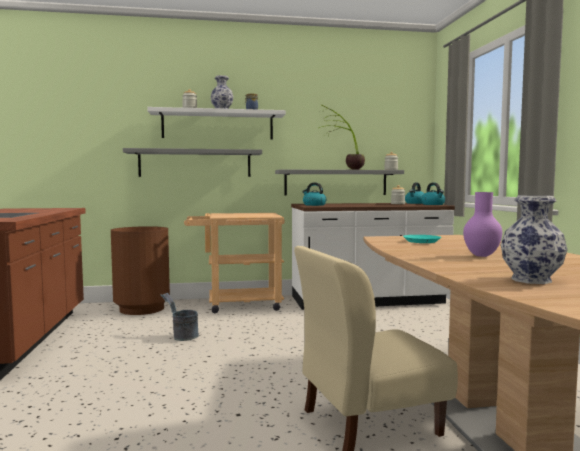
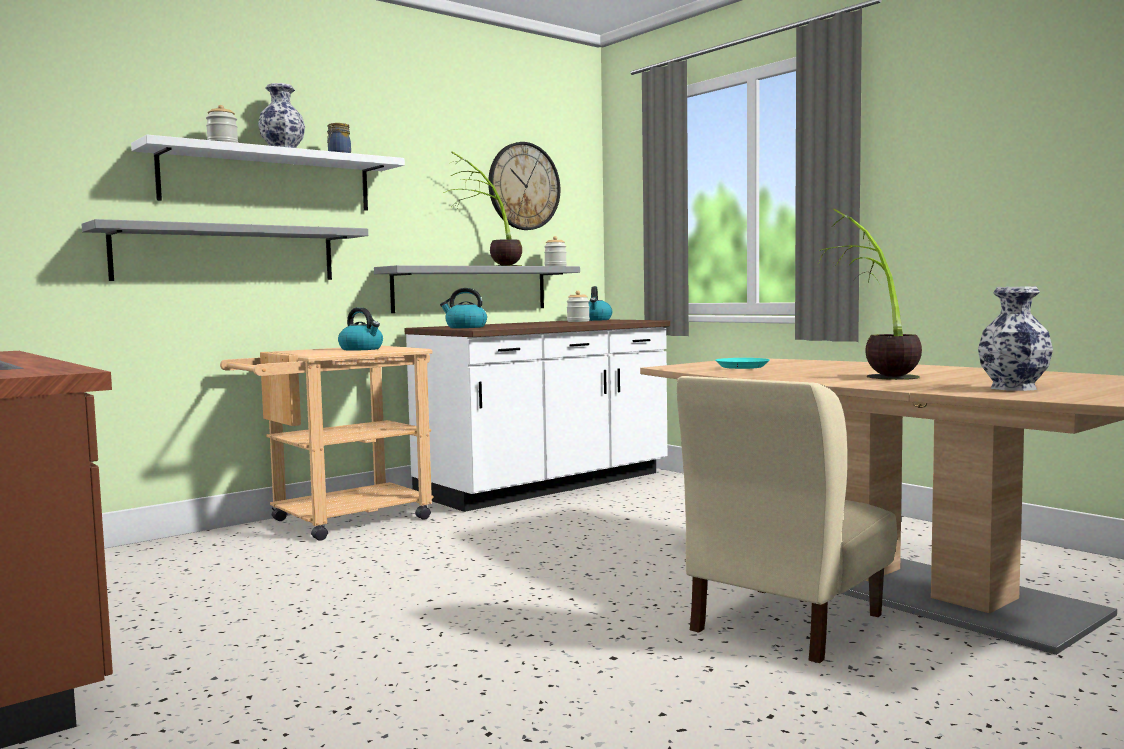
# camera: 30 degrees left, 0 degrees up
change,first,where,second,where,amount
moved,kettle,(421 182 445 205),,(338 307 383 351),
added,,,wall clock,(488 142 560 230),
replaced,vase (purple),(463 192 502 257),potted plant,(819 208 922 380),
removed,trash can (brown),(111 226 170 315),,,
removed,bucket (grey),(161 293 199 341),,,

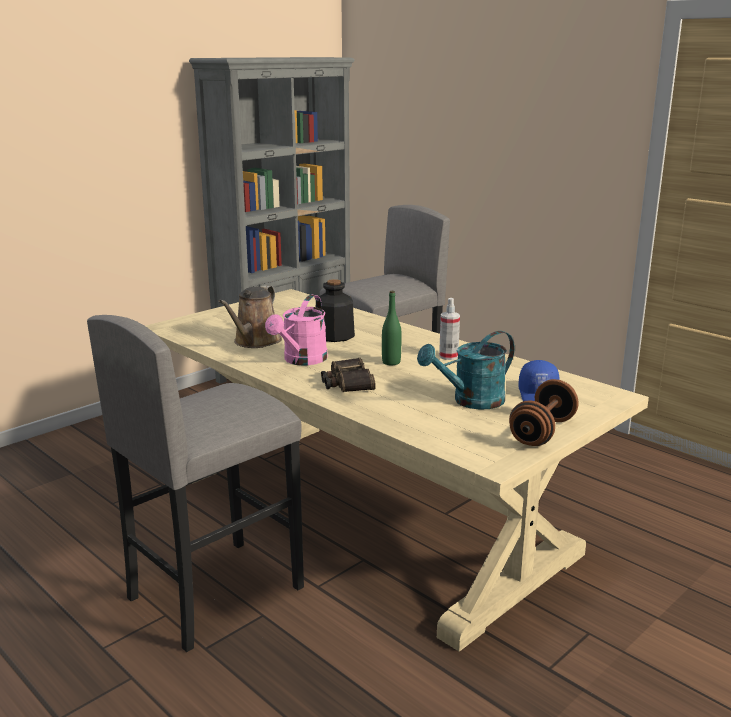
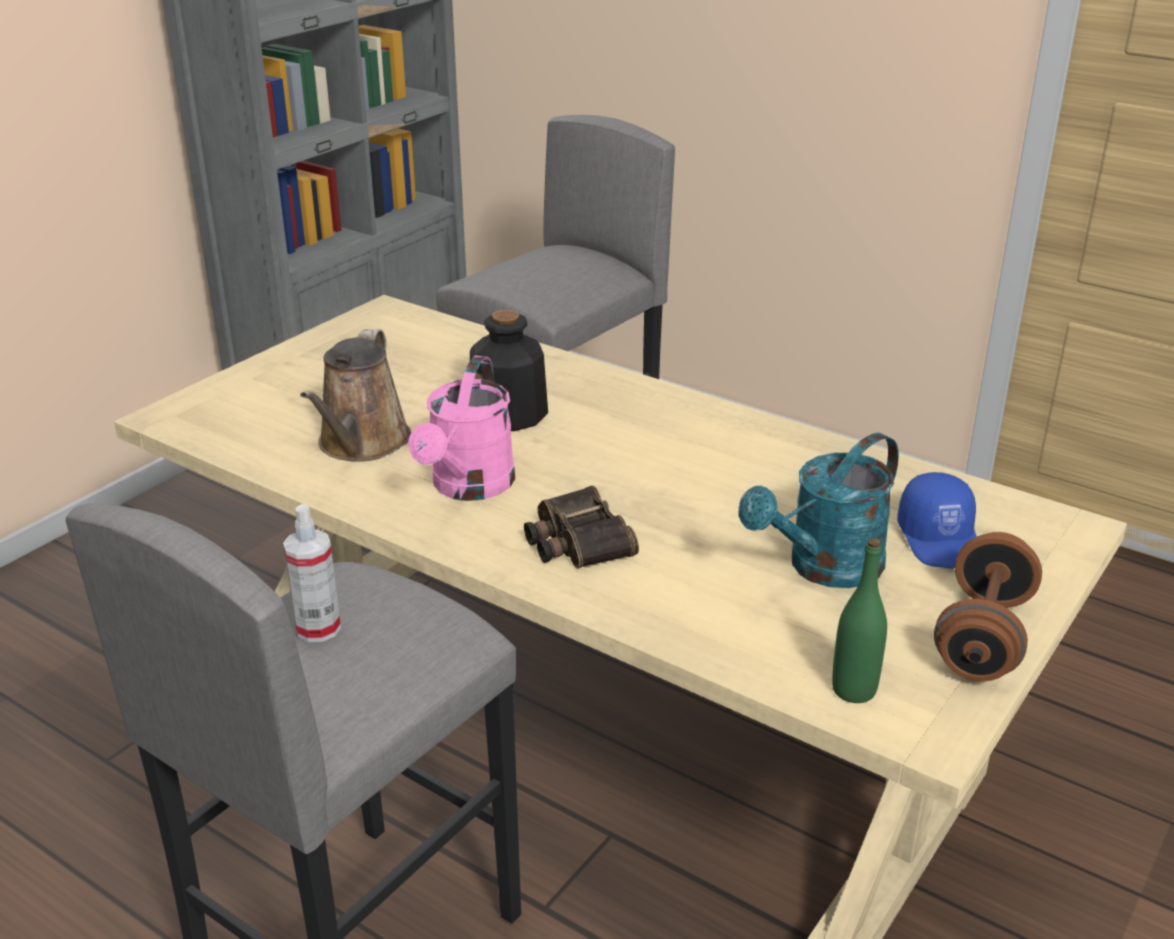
# camera: 10 degrees left, 10 degrees up
change,first,where,second,where,amount
moved,spray bottle,(439 298 460 360),,(283 504 341 642),
moved,bottle (green),(382 291 402 365),,(832 538 887 703),

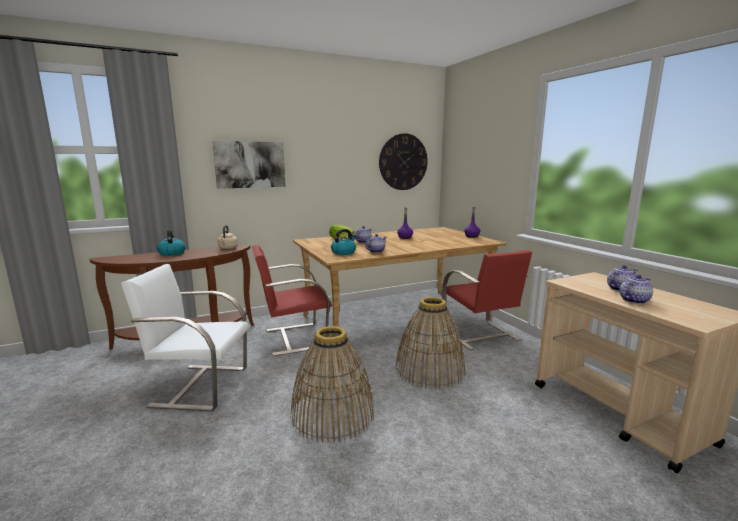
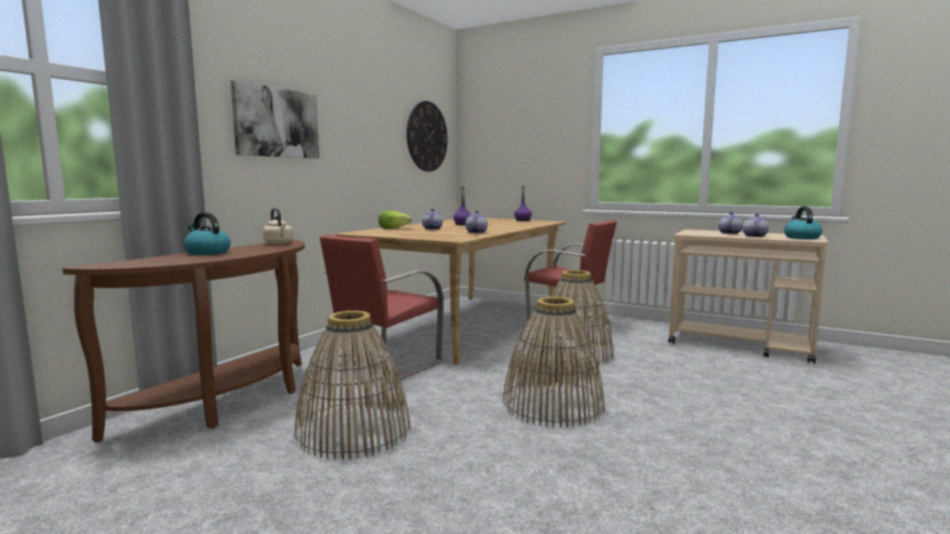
# camera: 35 degrees left, 5 degrees down
change,first,where,second,where,amount
replaced,chair (white),(121 264 249 411),basket,(295 311 410 460),
moved,kettle,(331 229 356 255),,(784 207 822 239),

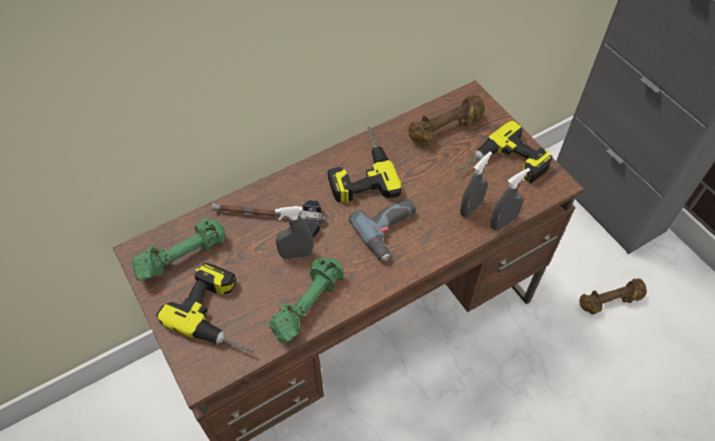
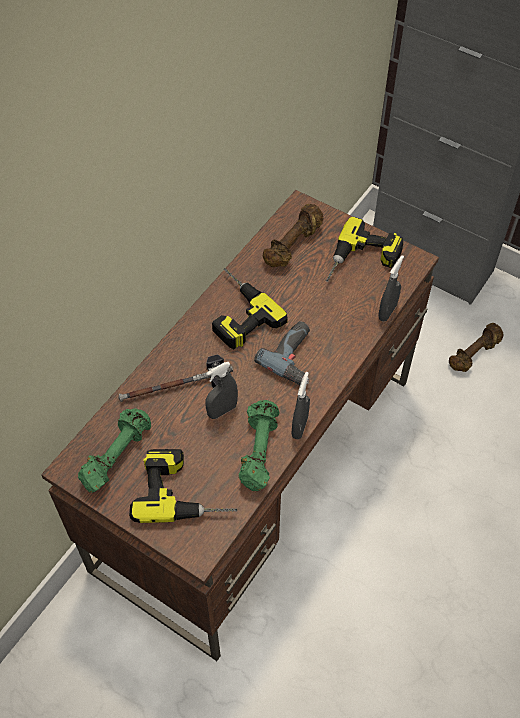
# camera: 25 degrees left, 0 degrees up
change,first,where,second,where,amount
moved,spray bottle (grey),(460 151 492 217),,(291 372 310 439),

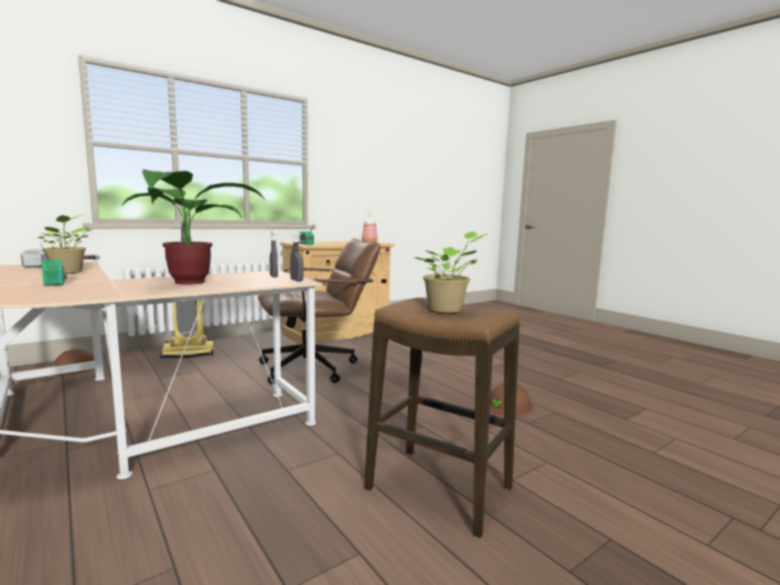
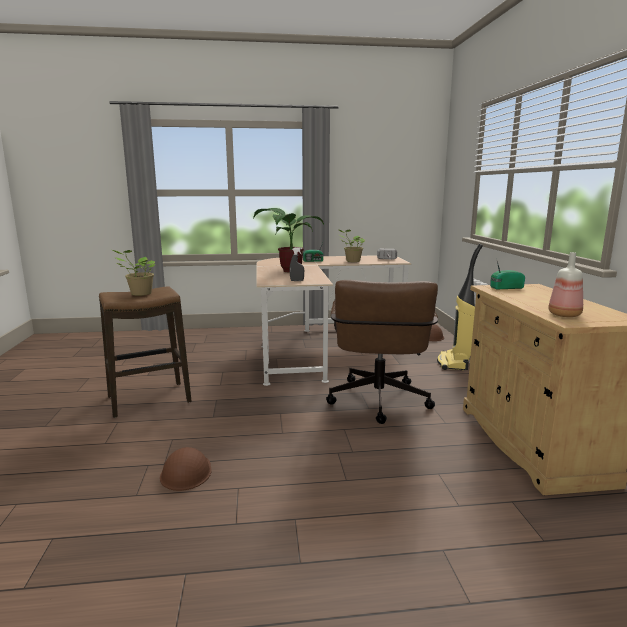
# camera: 120 degrees right, 5 degrees up
change,first,where,second,where,amount
removed,spray bottle (grey),(290 232 304 281),,,

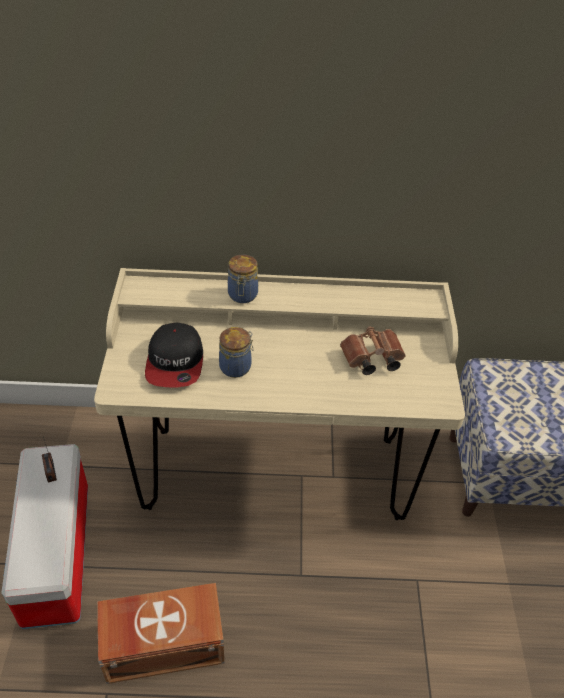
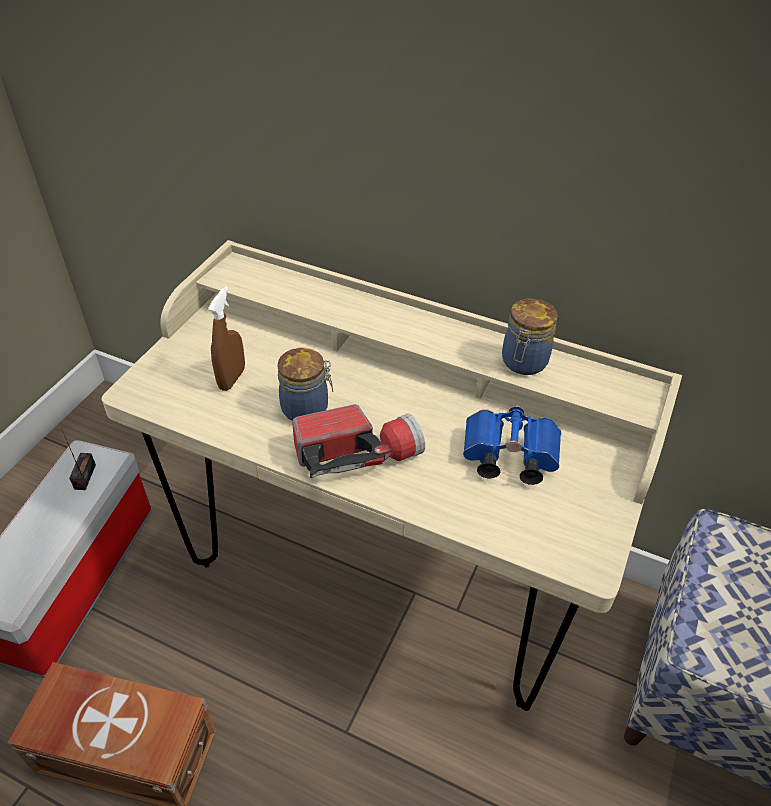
# camera: 25 degrees right, 0 degrees up
change,first,where,second,where,amount
replaced,cap,(145 323 203 387),spray bottle (brown),(208 286 245 391),
added,,,flashlight,(292 404 425 478),
recoloured,binoculars (brown),(340 326 405 375),binoculars (blue),(463 405 561 485),
moved,jar,(228 255 258 303),,(502 298 558 375),

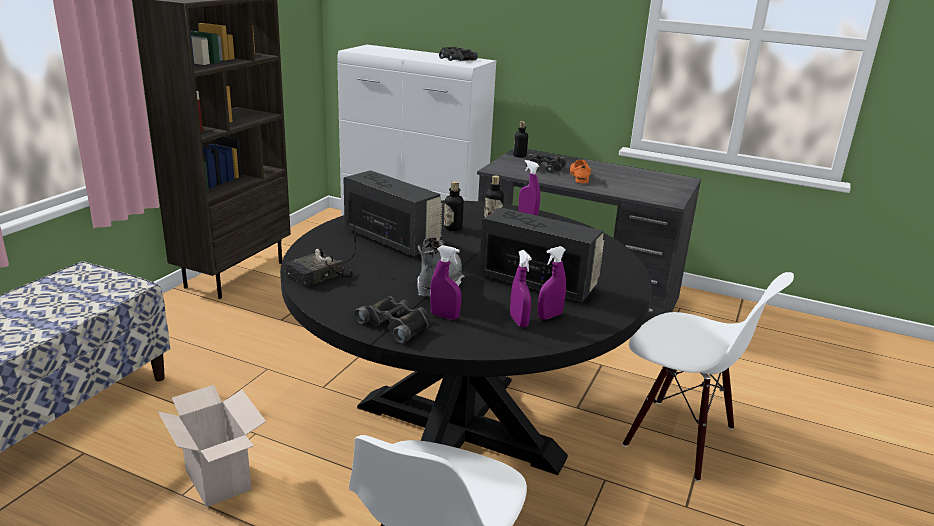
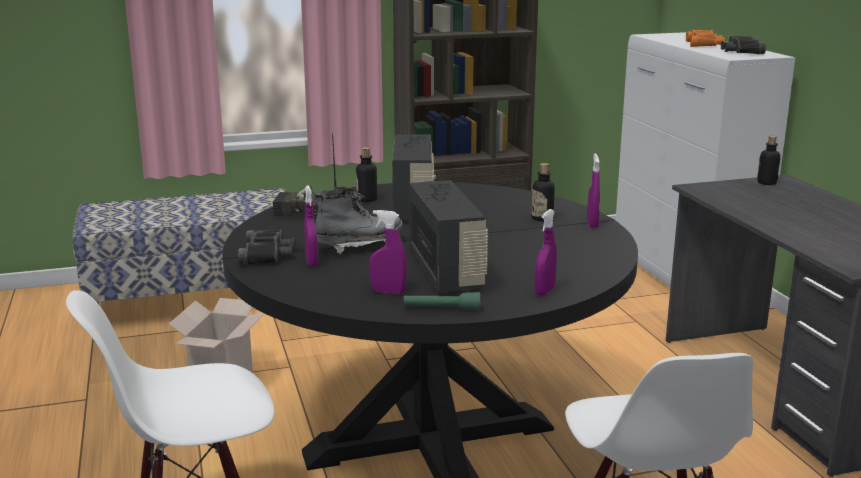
# camera: 50 degrees right, 5 degrees down
change,first,where,second,where,amount
moved,bottle,(444 181 464 231),,(356 147 377 202),
added,,,flashlight (green),(404 292 480 310),
moved,spray bottle (purple),(510 250 532 327),,(535 209 557 296),
added,,,binoculars (orange),(686 30 725 47),
removed,binoculars (black),(526 154 566 173),,,
removed,shoe (orange),(569 160 591 183),,,

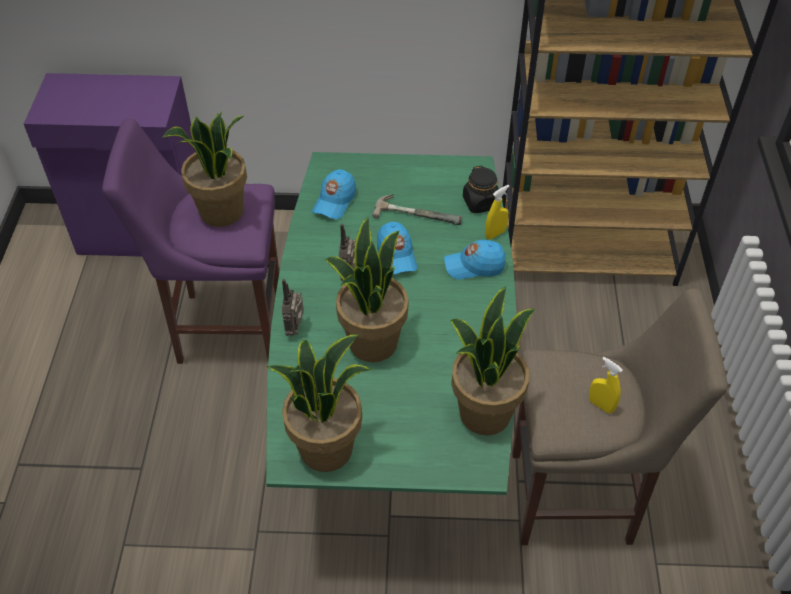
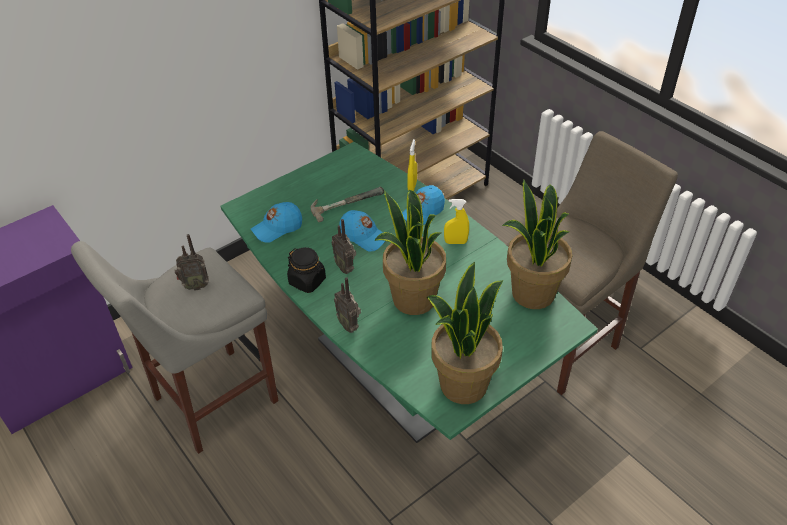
# camera: 40 degrees left, 5 degrees down
change,first,where,second,where,amount
recoloured,stool (purple),(102 118 279 364),stool (grey),(71 241 279 454),
replaced,potted plant,(162 111 247 227),radio,(175 234 209 291),
turned,cap (blue),(312 169 356 219),,(251 202 302 243),75 degrees clockwise
moved,jar (black),(463 165 499 213),,(287 247 326 293),
moved,spray bottle (yellow),(589 357 623 413),,(444 199 469 244),

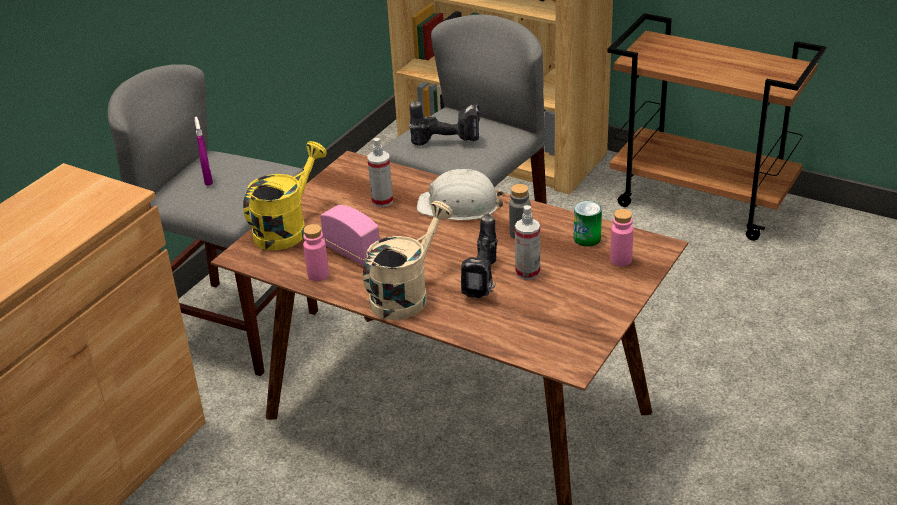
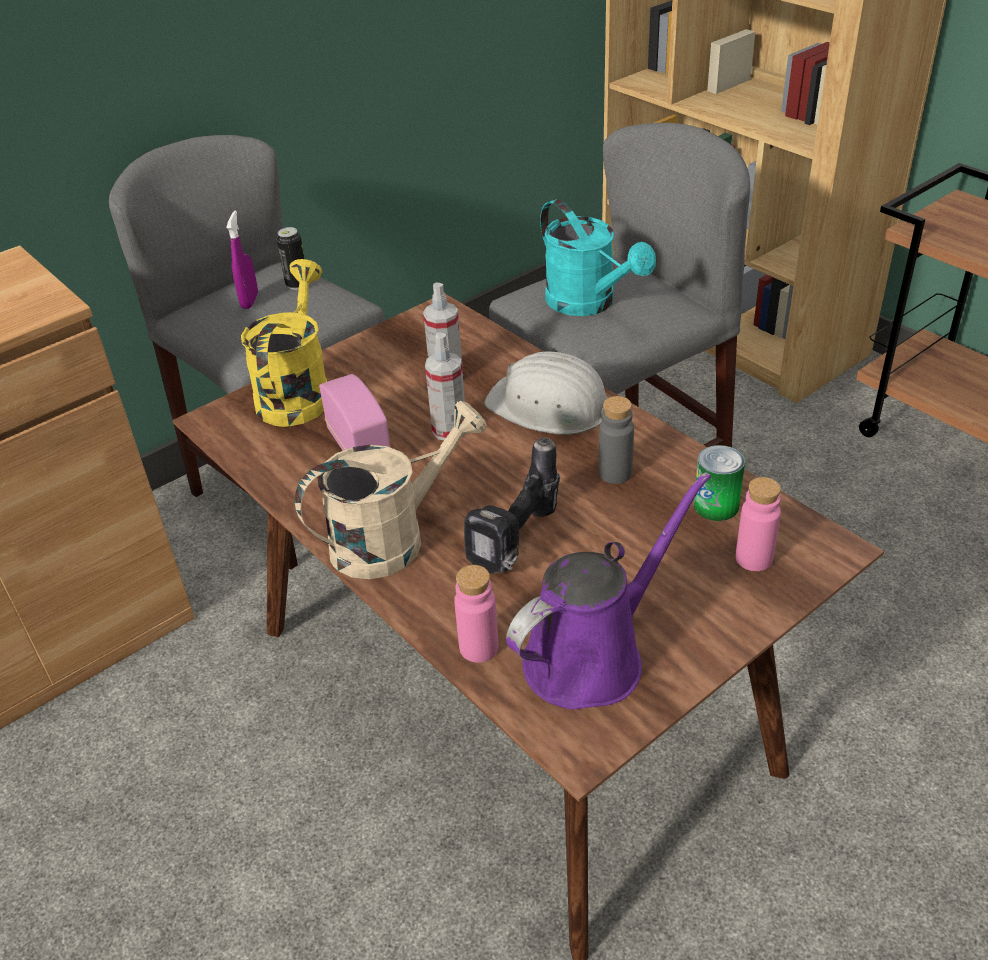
# camera: 20 degrees right, 5 degrees up
change,first,where,second,where,amount
turned,watering can (yellow),(243 141 327 250),,(241 259 327 427),45 degrees counterclockwise
added,,,can,(277 227 305 290),
moved,spray bottle,(515 205 540 280),,(425 333 466 440),
moved,bottle (pink),(303 224 329 281),,(454 565 498 663),
added,,,watering can (purple),(506 472 711 709),
replaced,power drill,(409 100 480 146),watering can (turquoise),(540 199 656 316),

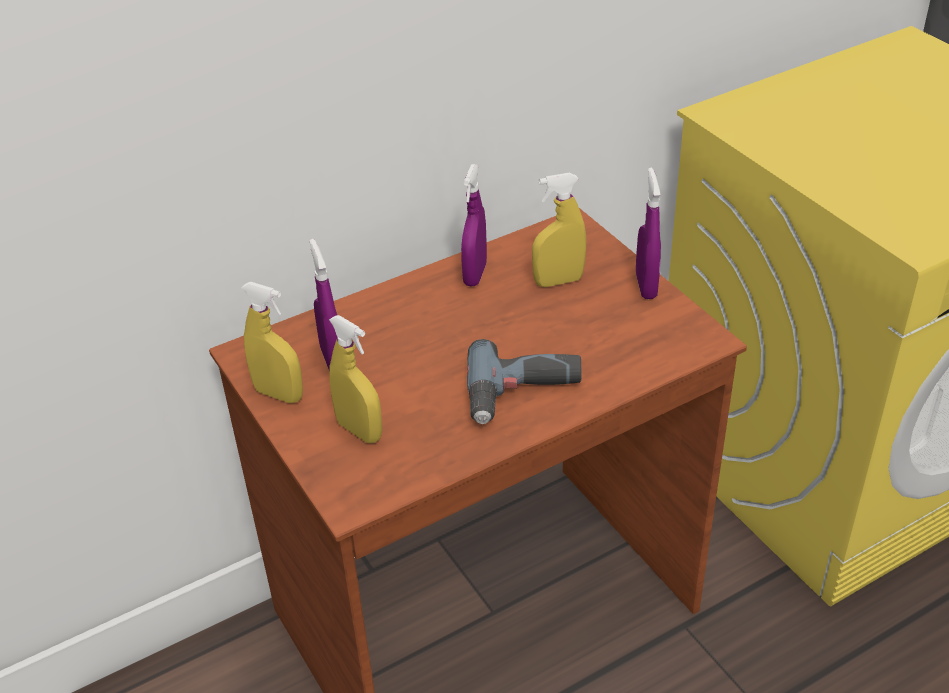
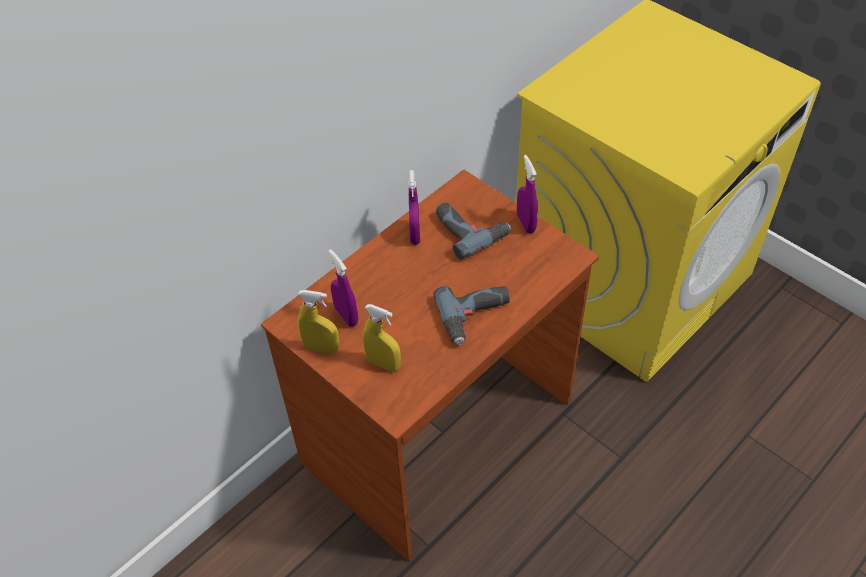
# camera: 15 degrees left, 10 degrees up
change,first,where,second,where,amount
replaced,spray bottle (yellow),(532 173 586 287),power drill,(436 202 511 260),

